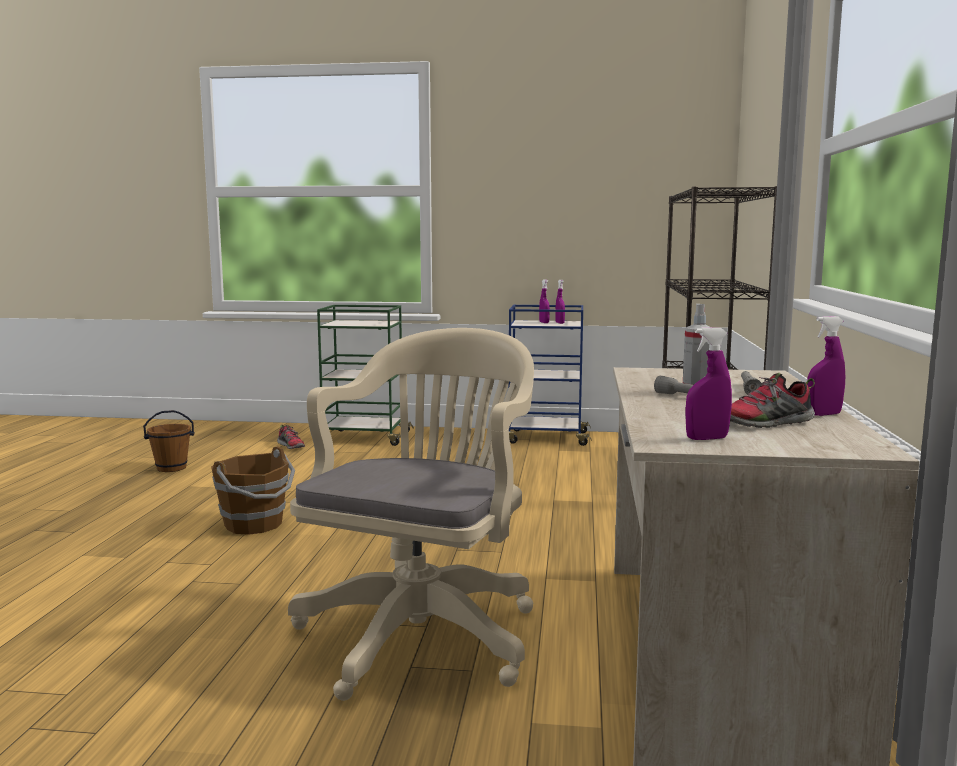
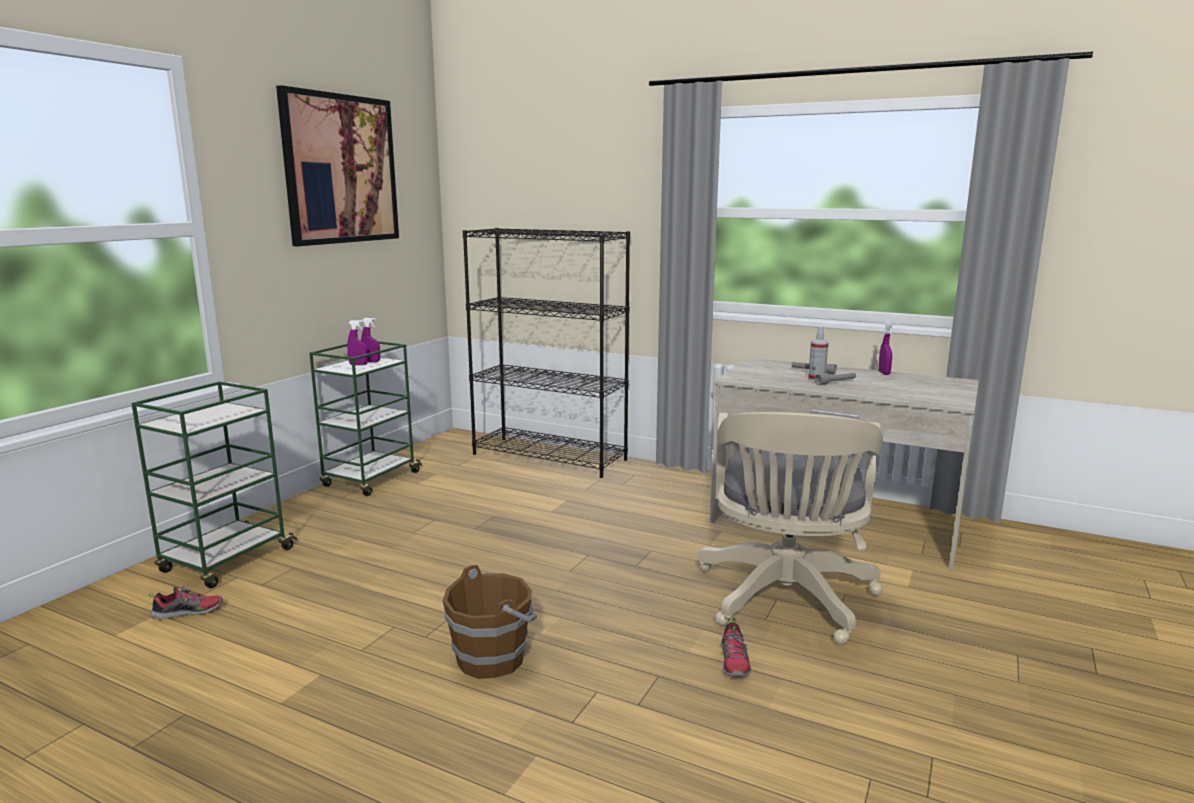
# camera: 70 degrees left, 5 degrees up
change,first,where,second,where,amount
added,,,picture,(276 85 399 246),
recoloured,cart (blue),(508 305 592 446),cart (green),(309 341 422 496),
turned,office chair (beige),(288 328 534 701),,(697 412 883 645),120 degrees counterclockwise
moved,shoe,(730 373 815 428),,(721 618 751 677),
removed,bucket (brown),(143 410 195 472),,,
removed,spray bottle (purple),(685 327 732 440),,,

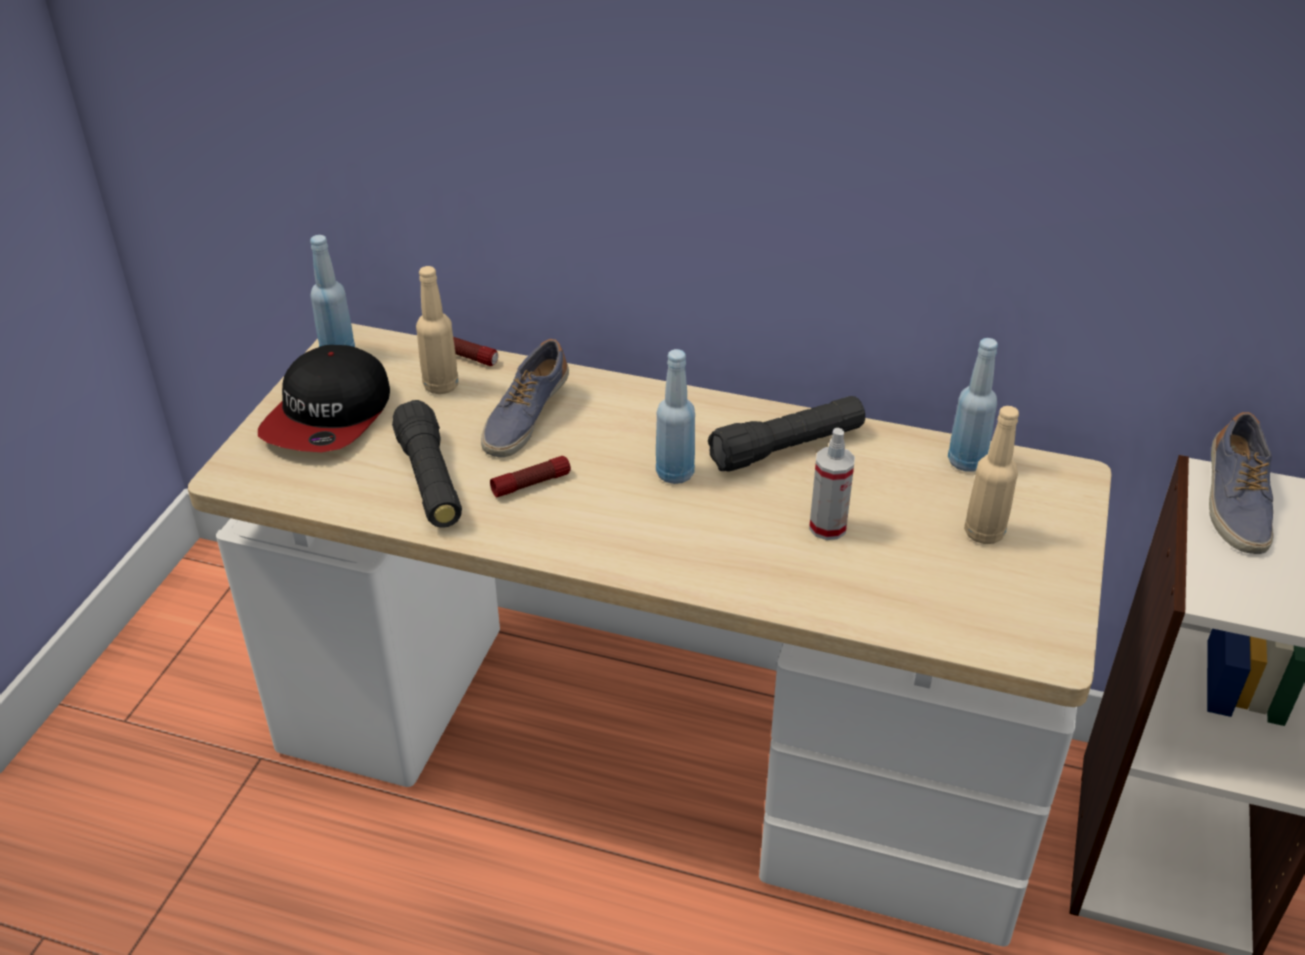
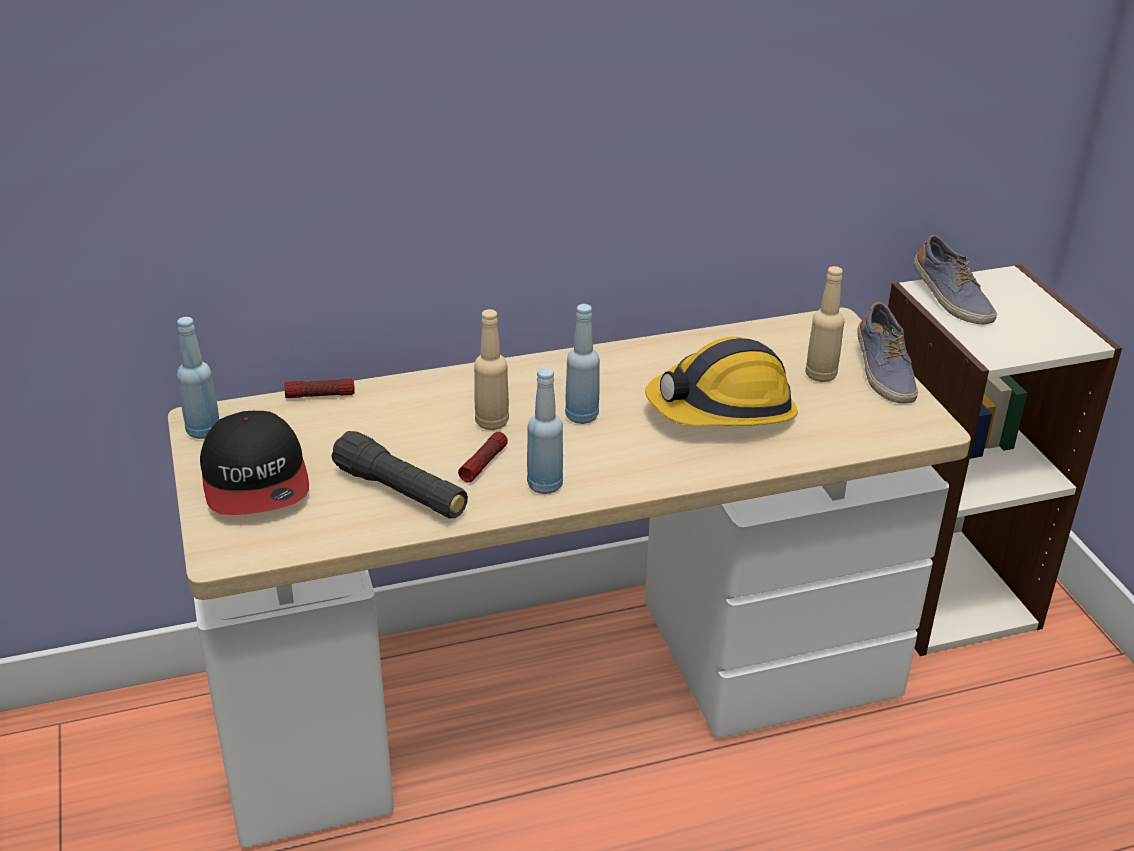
# camera: 35 degrees left, 5 degrees down
change,first,where,second,where,amount
moved,bottle (beige),(416 266 458 394),,(474 309 509 430),
moved,bottle (blue),(948 338 998 472),,(527 368 563 494),
replaced,spray bottle,(809 428 855 540),hard hat,(645 337 798 426),
moved,shoe,(481 339 569 457),,(857 302 918 404),
removed,flashlight (black),(708 396 865 472),,,

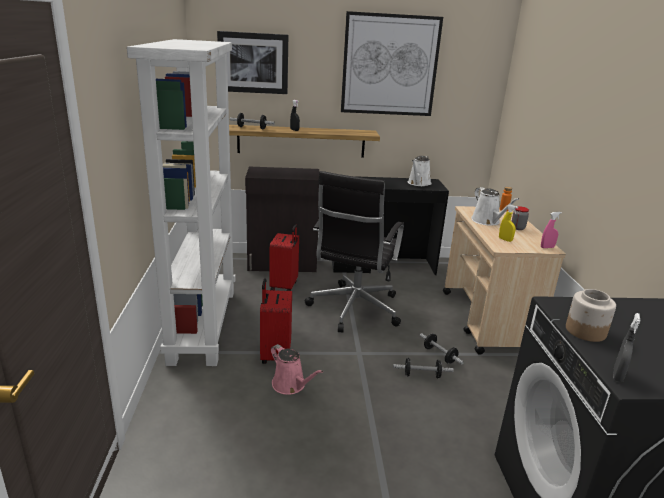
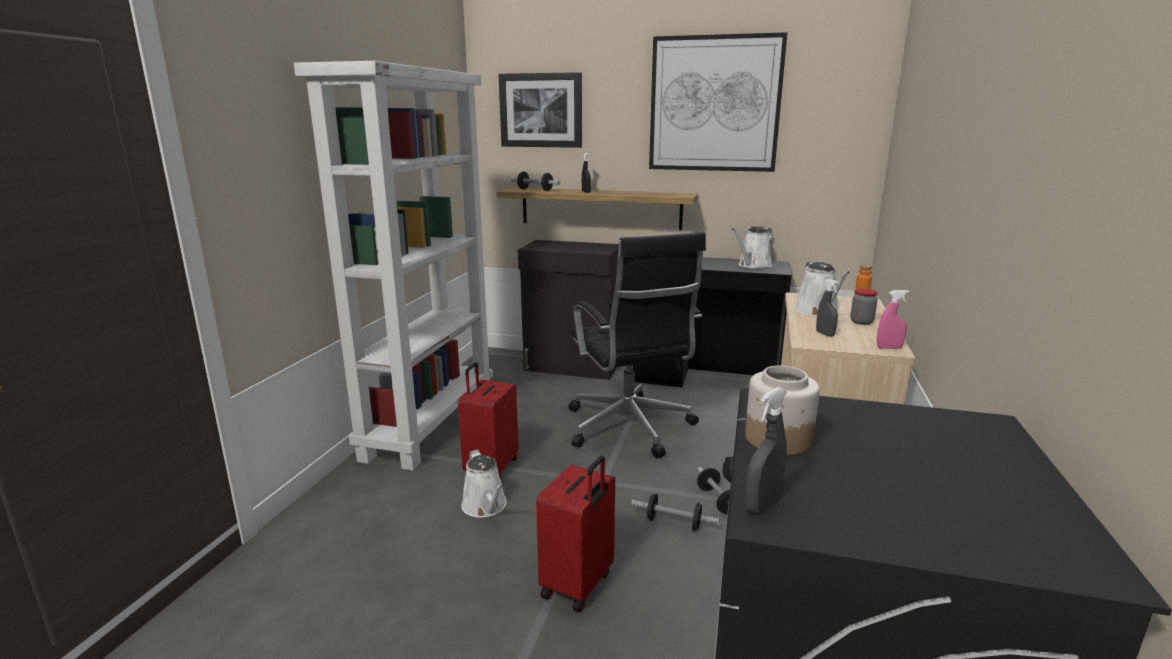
# camera: 20 degrees right, 5 degrees down
change,first,where,second,where,amount
recoloured,watering can (pink),(271 344 323 395),watering can (white),(461 449 507 518),
moved,suitcase (red),(269 225 299 291),,(536 456 615 612),
turned,office chair (black),(305 171 404 332),,(568 232 706 458),60 degrees counterclockwise
recoloured,spray bottle (yellow),(499 204 518 242),spray bottle (grey),(816 279 840 337),

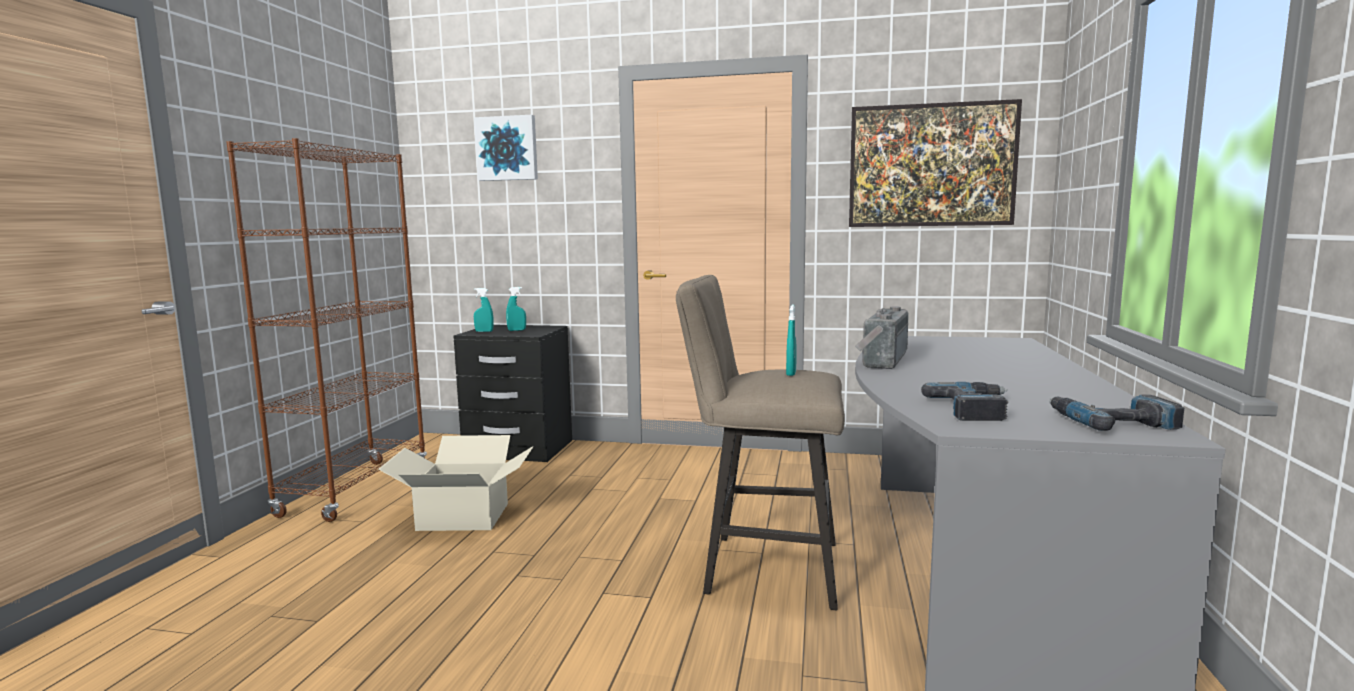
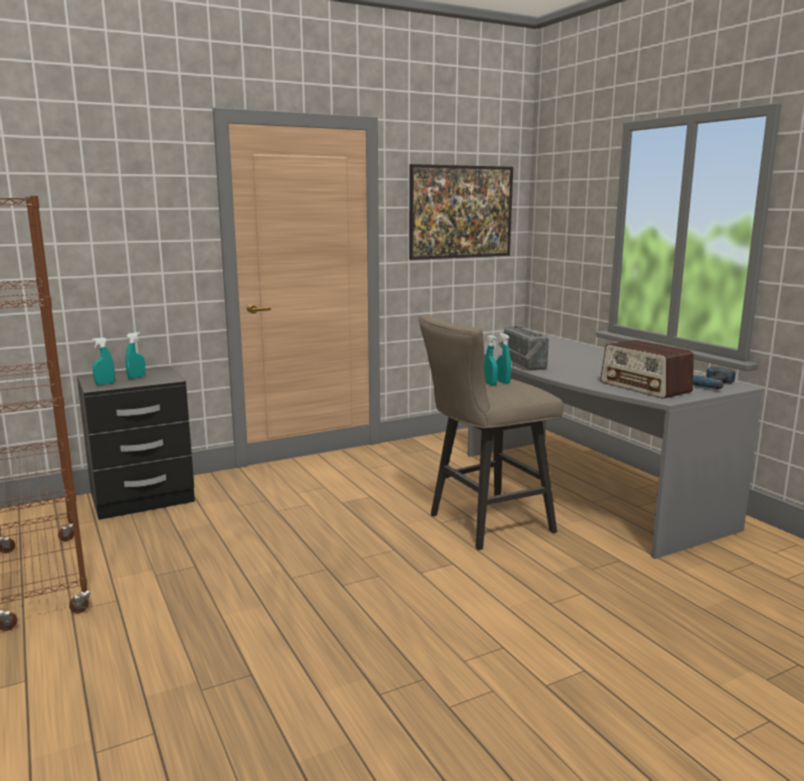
# camera: 40 degrees left, 5 degrees up
change,first,where,second,where,amount
added,,,spray bottle (turquoise),(484 335 498 386),
replaced,power drill,(921 382 1009 421),radio,(600 340 694 399),
removed,cardboard box,(378 435 533 531),,,
removed,picture,(474 115 538 181),,,

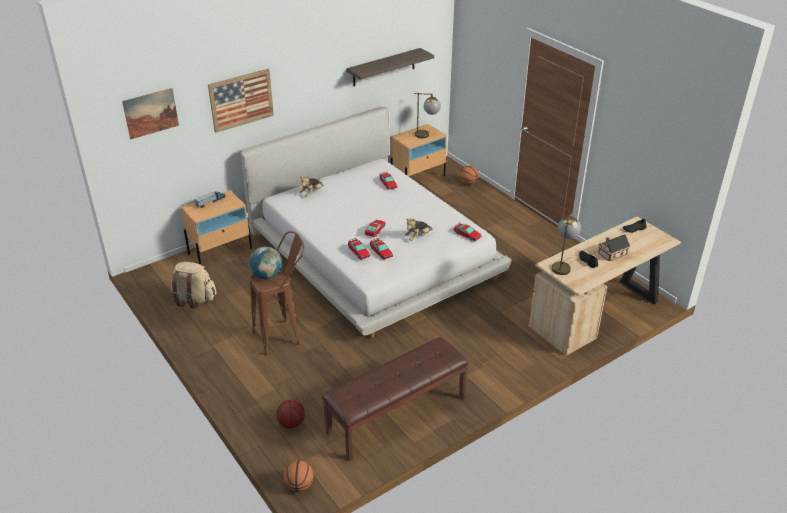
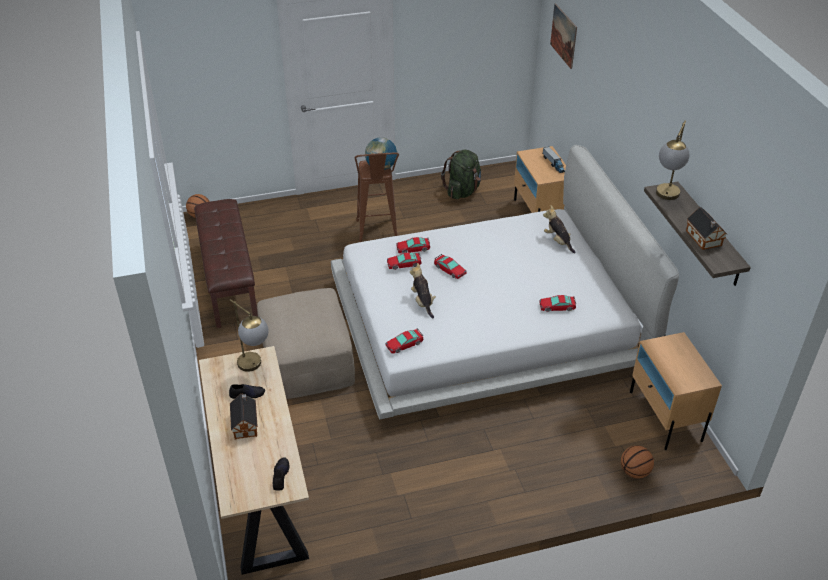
# camera: 110 degrees right, 5 degrees up
change,first,where,second,where,amount
added,,,ottoman (beige),(257 288 355 399),
recoloured,backpack (beige),(171 262 216 309),backpack (green),(441 150 481 199),
moved,table lamp,(414 93 441 138),,(656 121 689 200),
added,,,toy house,(686 207 728 250),
removed,picture,(208 69 274 133),,,
removed,basketball,(276 400 305 429),,,

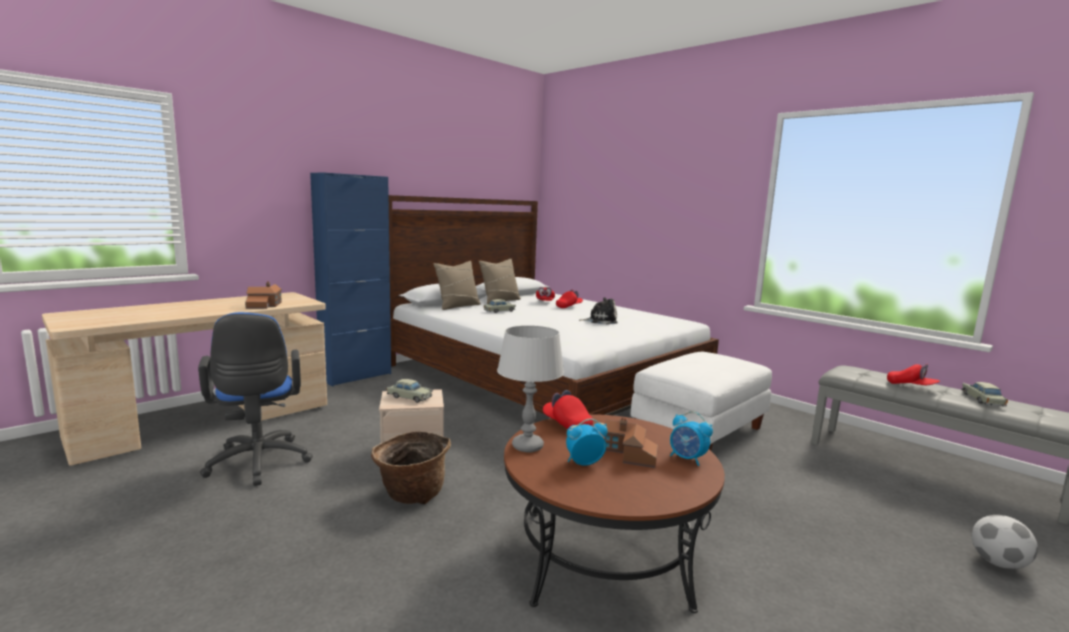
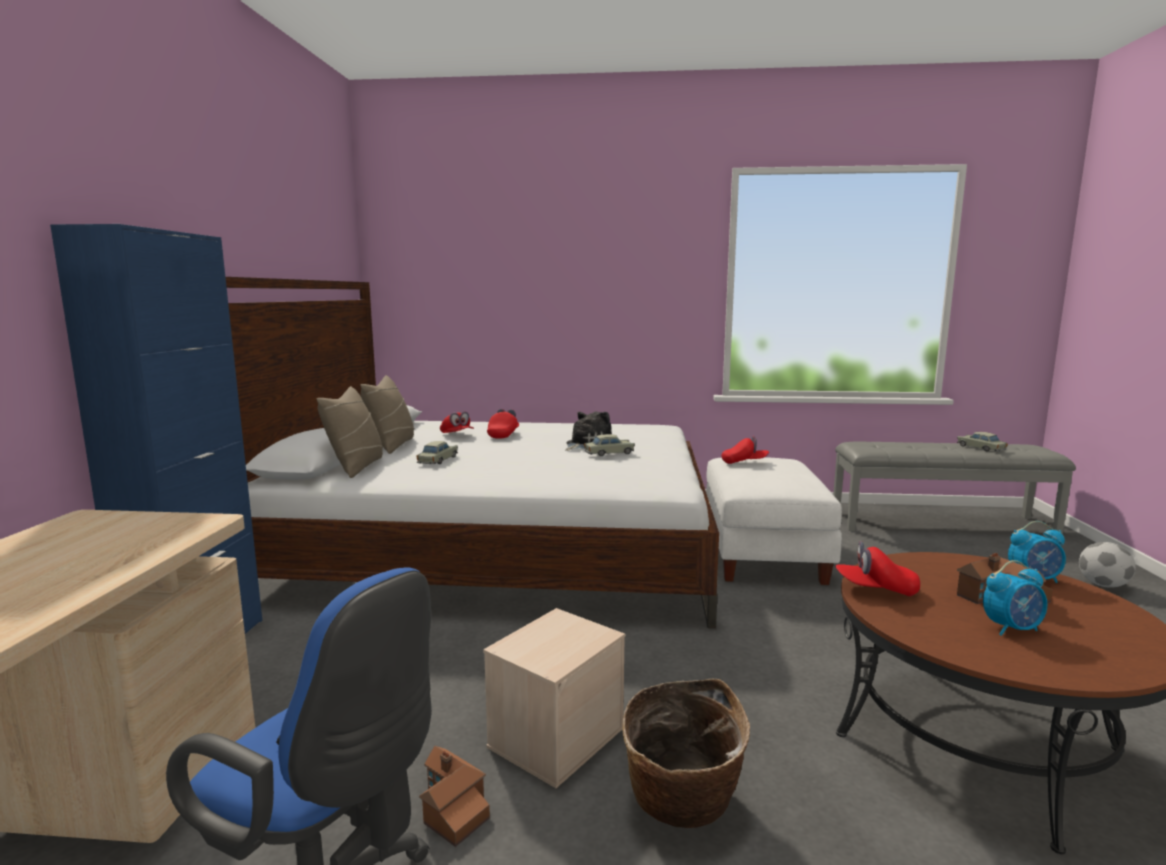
# camera: 40 degrees left, 0 degrees up
change,first,where,second,where,amount
moved,toy house,(245 281 282 309),,(419 746 490 847),
moved,toy car (beige),(387 379 433 403),,(584 434 635 456),
moved,cap (red),(887 364 940 385),,(722 436 769 464),
turned,alarm clock,(566 419 608 466),,(983 560 1047 636),135 degrees counterclockwise
removed,table lamp (grey),(497 325 564 452),,,

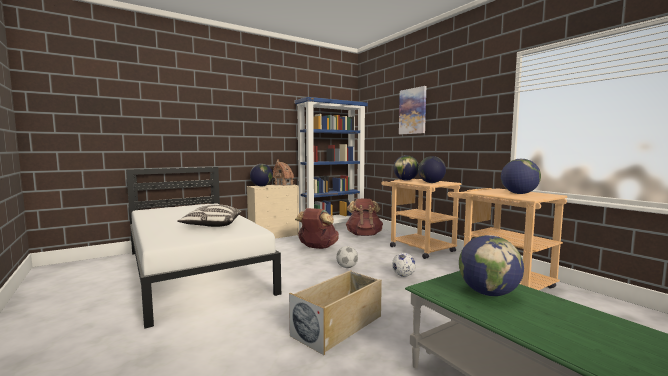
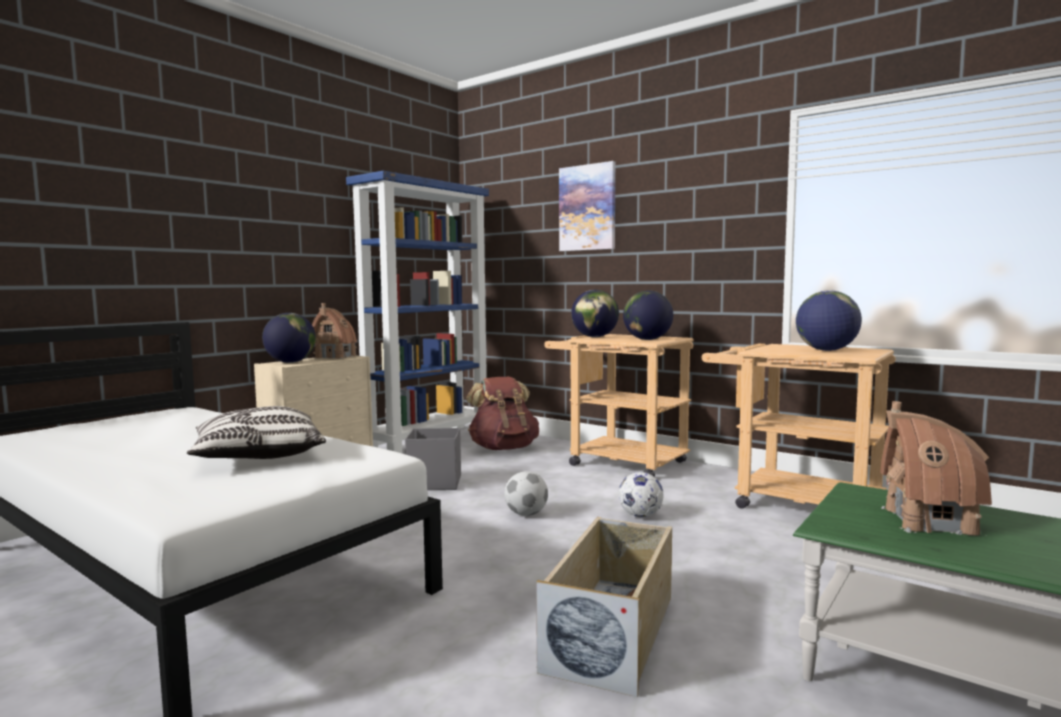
# camera: 20 degrees left, 0 degrees up
change,first,where,second,where,amount
replaced,backpack (brown),(295 208 339 249),storage box (grey),(405 428 461 490),
replaced,globe,(459 235 524 296),toy house,(880 401 992 536),

